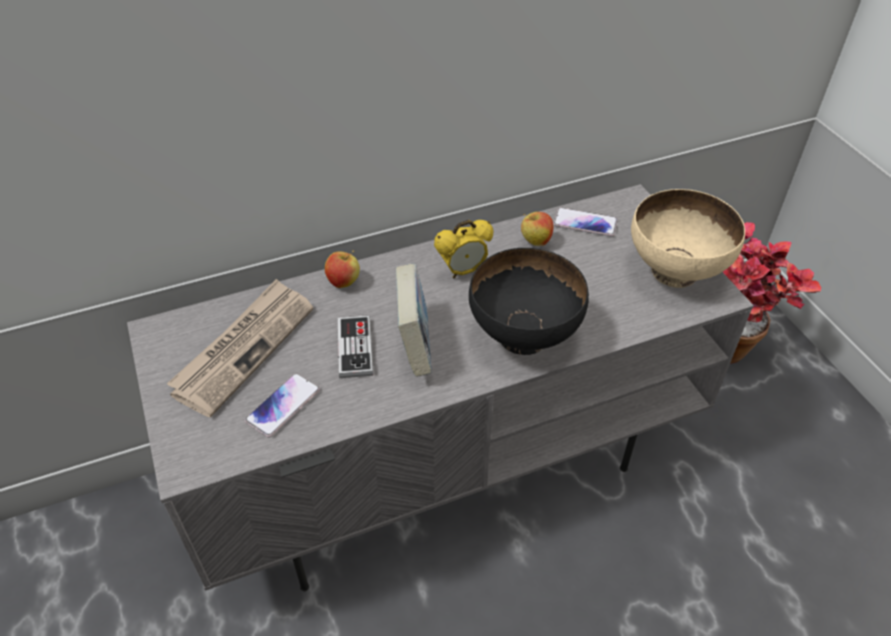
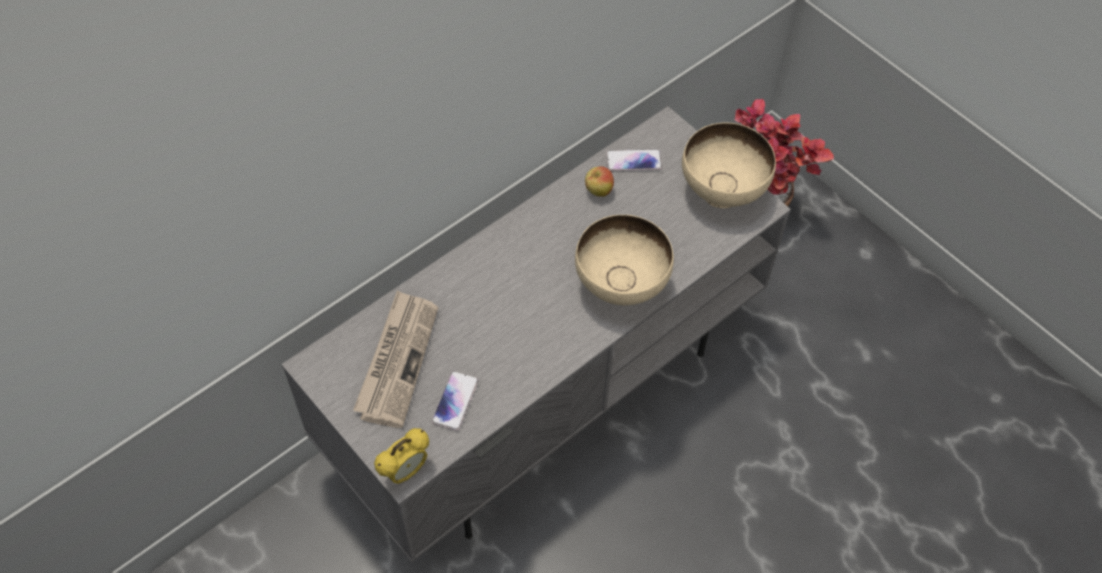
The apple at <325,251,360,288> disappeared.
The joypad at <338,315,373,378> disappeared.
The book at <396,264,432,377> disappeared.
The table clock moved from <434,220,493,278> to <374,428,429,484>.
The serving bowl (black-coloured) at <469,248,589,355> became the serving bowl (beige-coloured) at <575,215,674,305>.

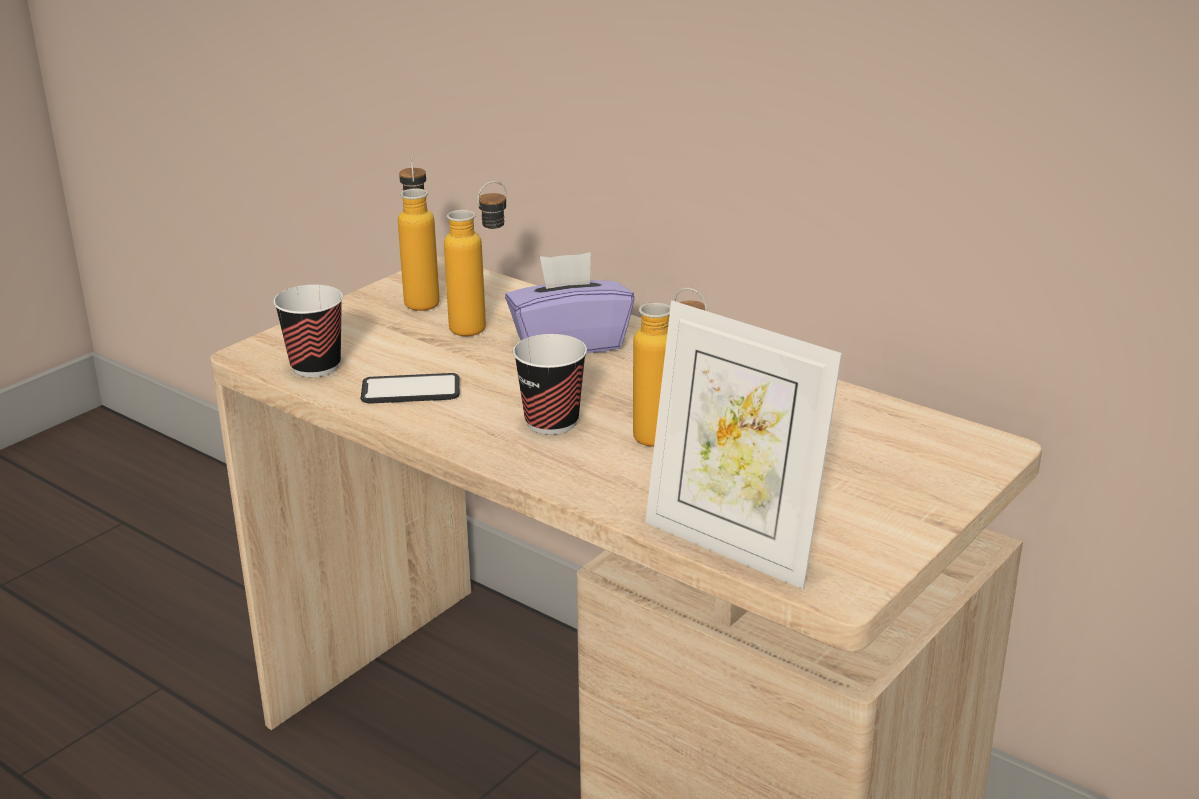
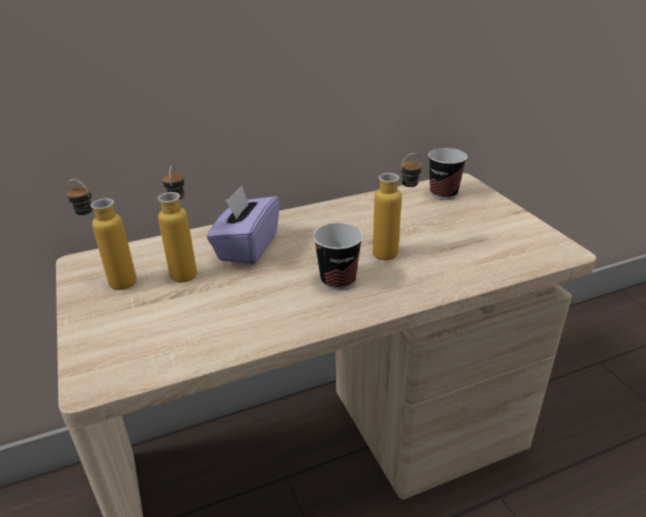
The phone at <361,373,460,404> disappeared.
The photo frame at <645,301,842,589> disappeared.
The drinking cup moved from <273,285,343,377> to <428,148,467,200>.

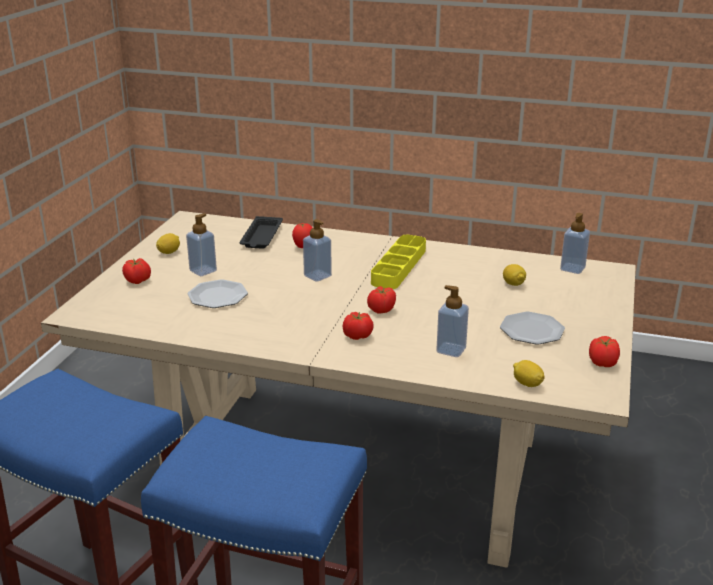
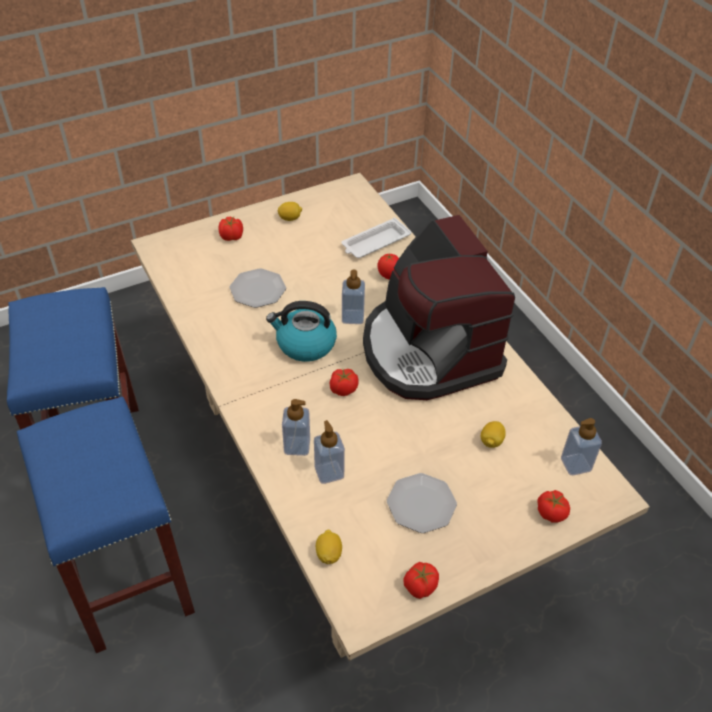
The tea kettle at <266,301,337,362> appeared.
The soap dispenser moved from <186,213,217,276> to <282,399,310,456>.
The whole tomato moved from <343,312,374,340> to <537,490,570,523>.
The carrying tray (yellow-coloured) at <371,235,426,289> was replaced by the coffee maker at <363,215,515,400>.
The carrying tray (black-coloured) at <240,216,283,249> became the carrying tray (white-coloured) at <341,218,411,258>.

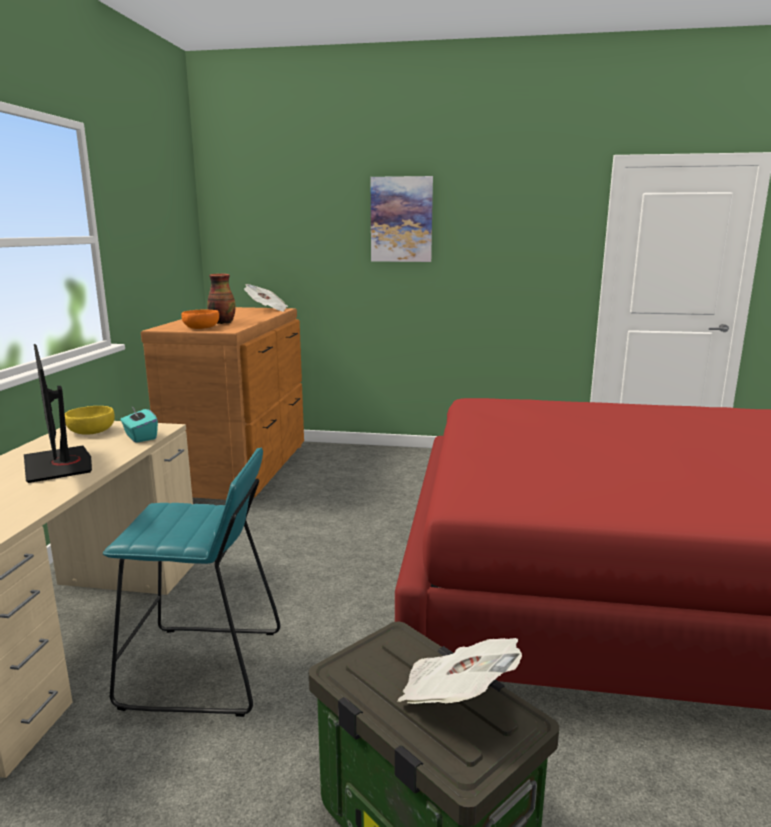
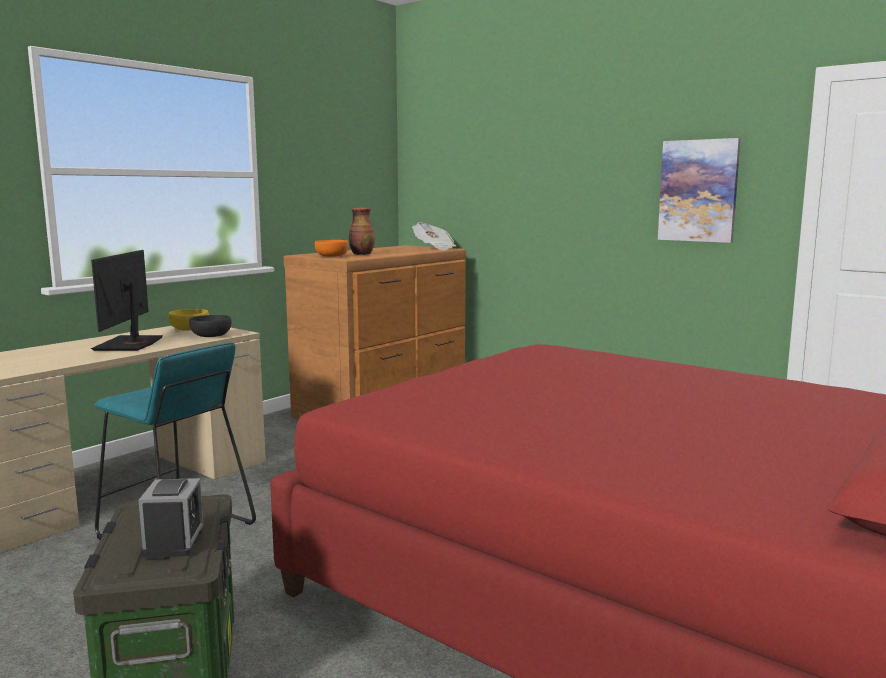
The wall art moved from <371,176,433,262> to <658,138,741,243>.
The tissue holder (blue-green) at <120,407,158,443> was replaced by the serving bowl (black-coloured) at <189,315,231,337>.
The daily paper at <397,638,522,704> was replaced by the table clock at <138,478,204,558>.

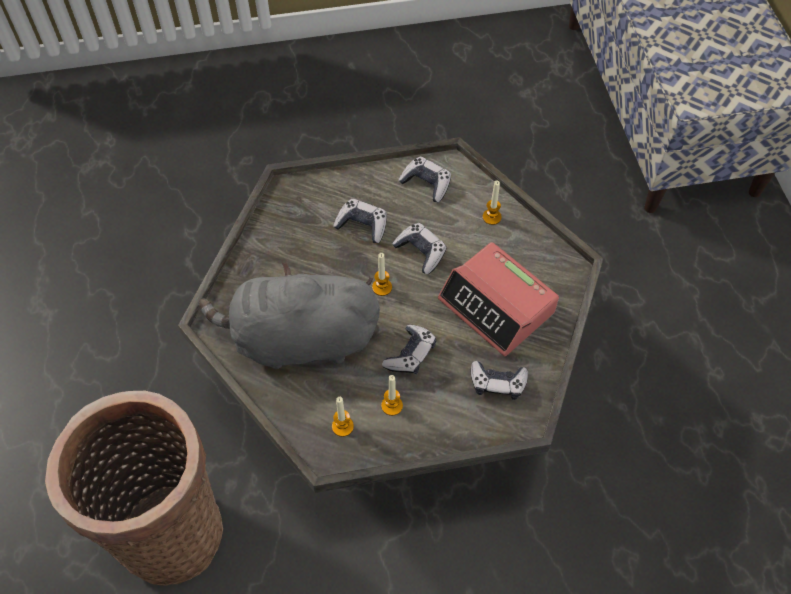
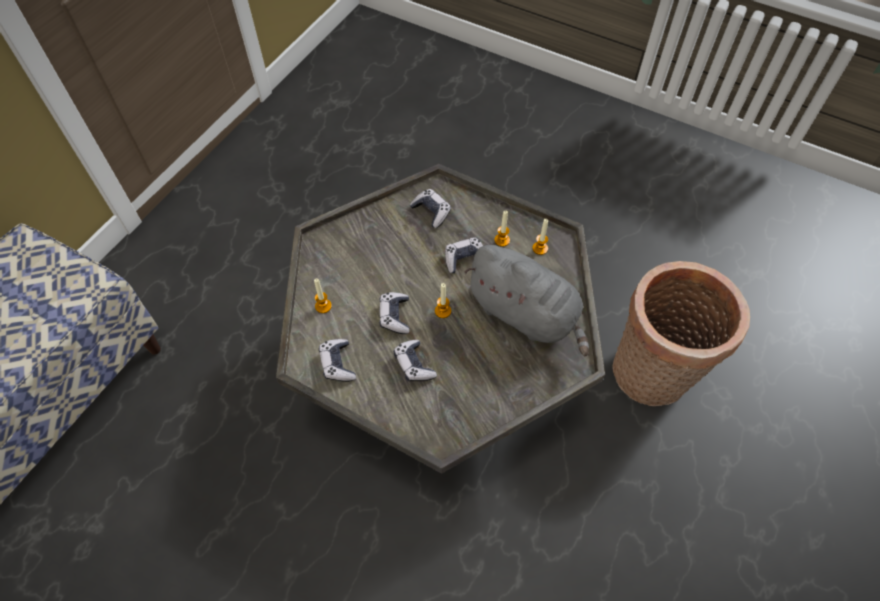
The table clock at <438,242,559,356> disappeared.

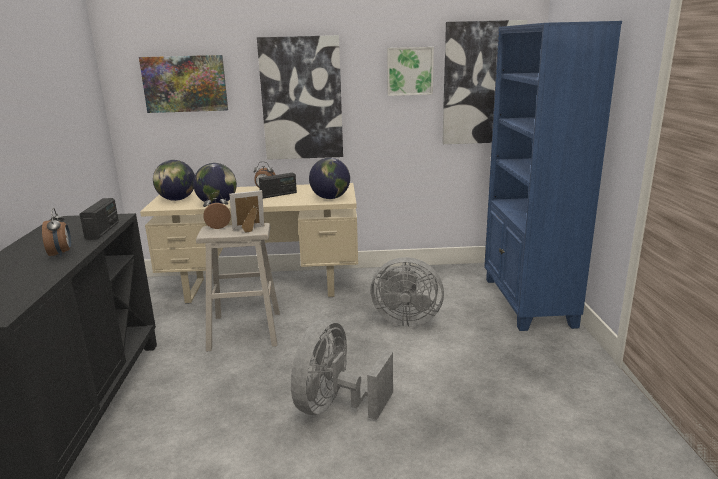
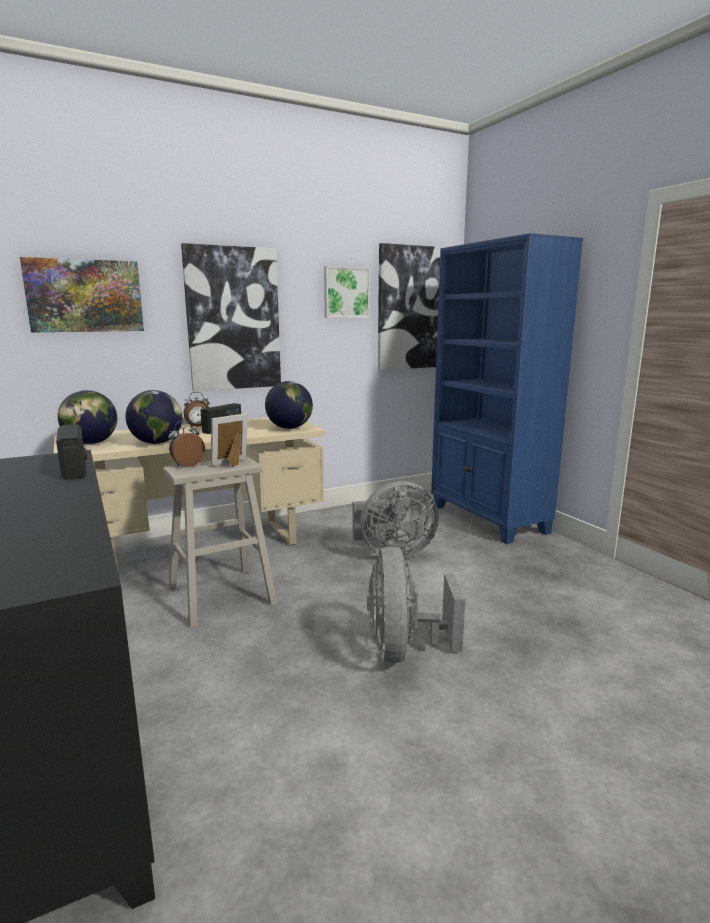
The table clock at <42,208,71,257> disappeared.

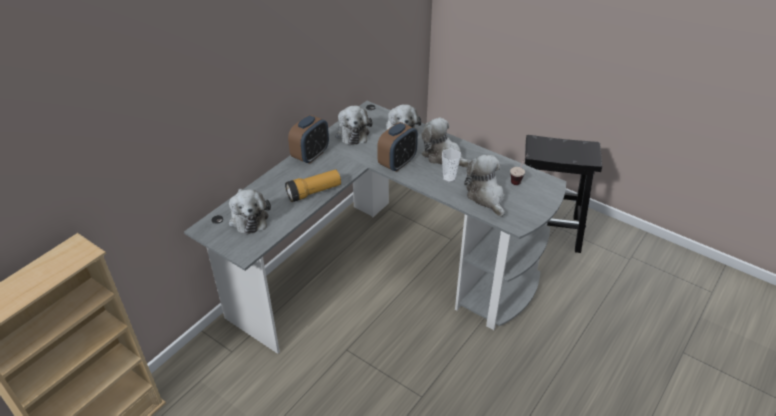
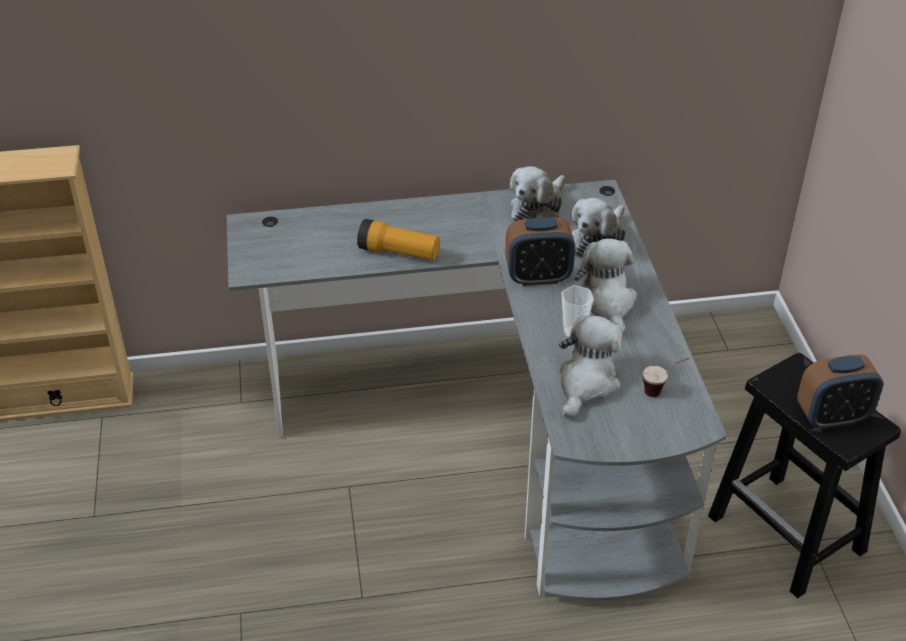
The plush toy at <228,189,271,235> disappeared.
The table clock moved from <288,115,329,164> to <797,355,883,429>.

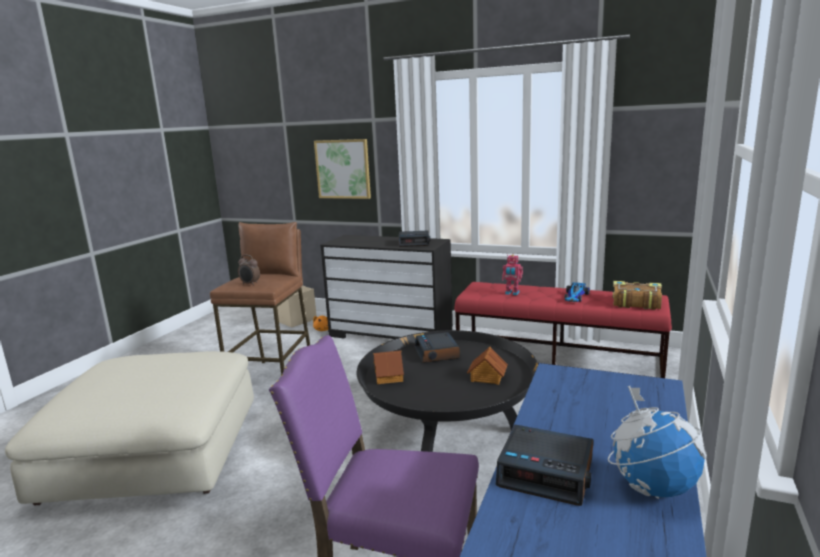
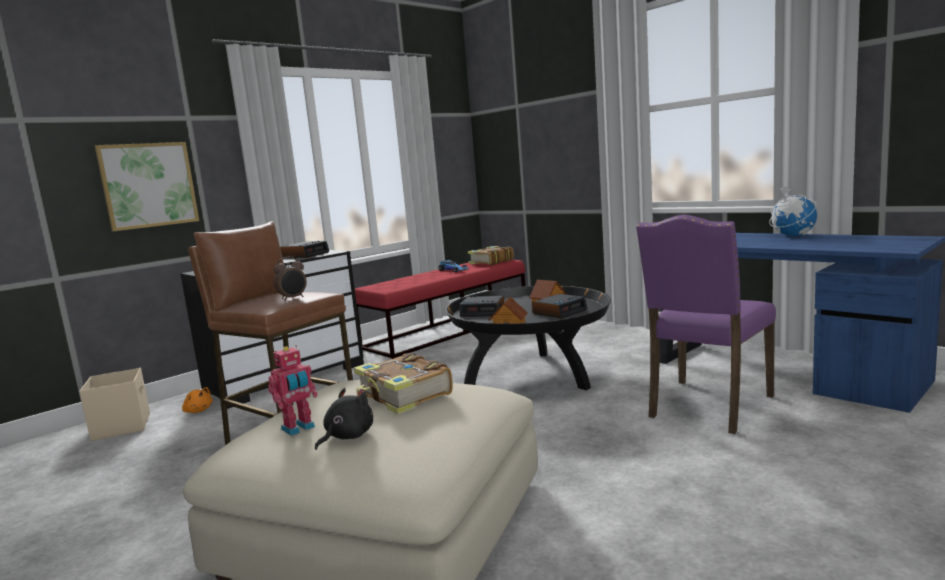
The plush toy (black-coloured) at <315,388,373,450> appeared.
The book at <354,353,453,414> appeared.
The table clock moved from <496,425,593,506> to <532,294,588,318>.
The robot figure moved from <502,254,523,295> to <268,345,318,436>.

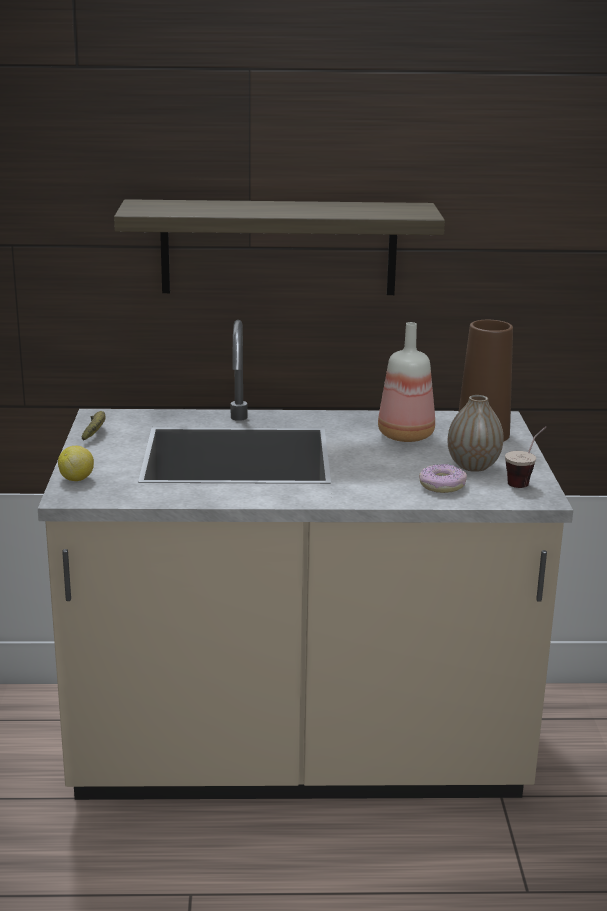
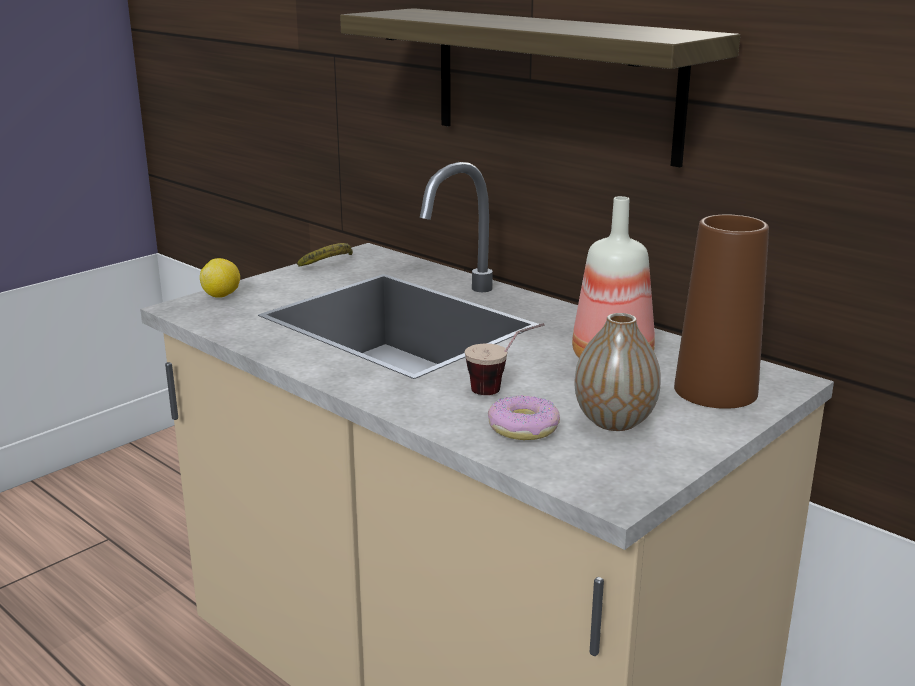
The drinking cup moved from <505,426,546,488> to <465,323,544,395>.

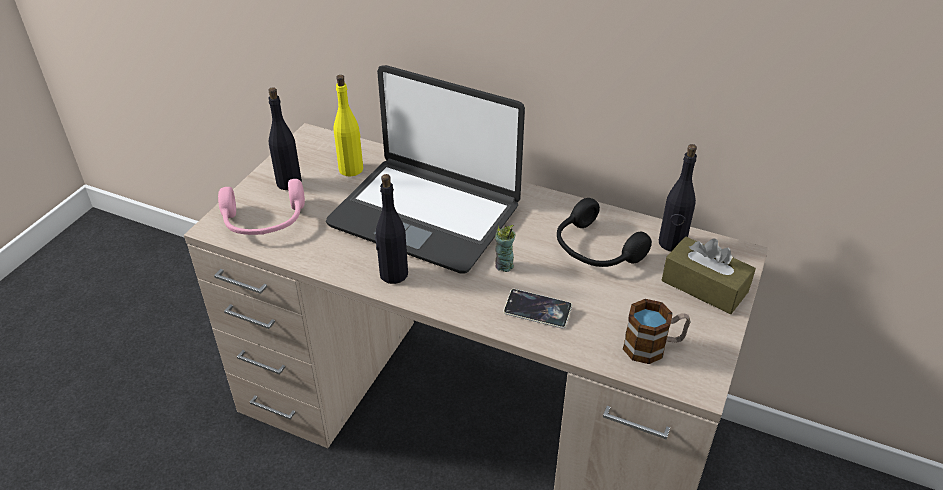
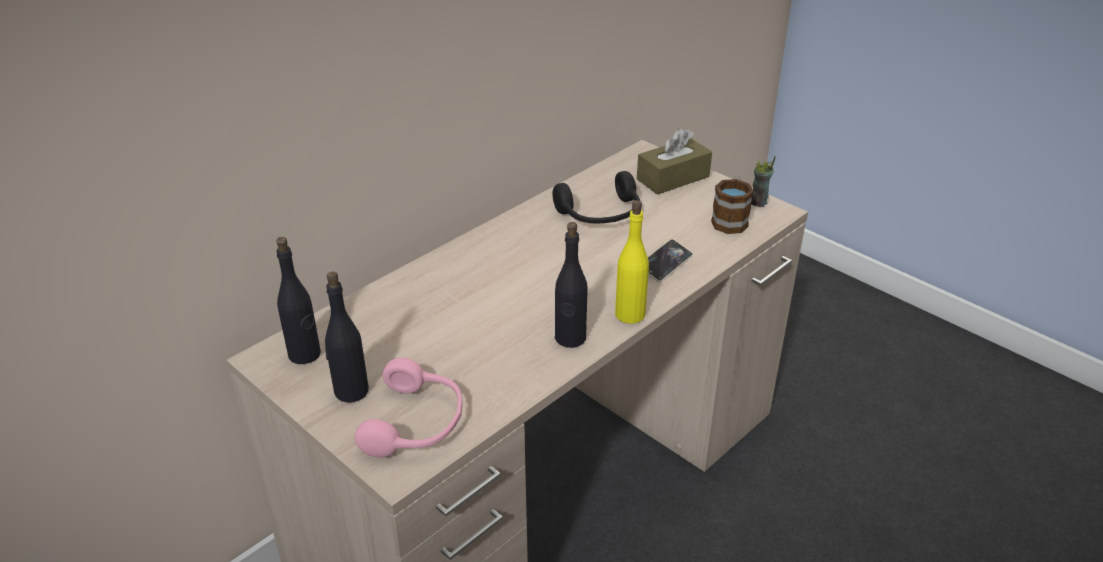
The laptop at <326,65,525,274> disappeared.
The beverage bottle (yellow-coloured) moved from <334,75,363,176> to <615,200,649,324>.
The drinking cup moved from <495,225,515,272> to <751,156,776,207>.
The beverage bottle (black-coloured) moved from <659,144,697,252> to <276,237,321,364>.

